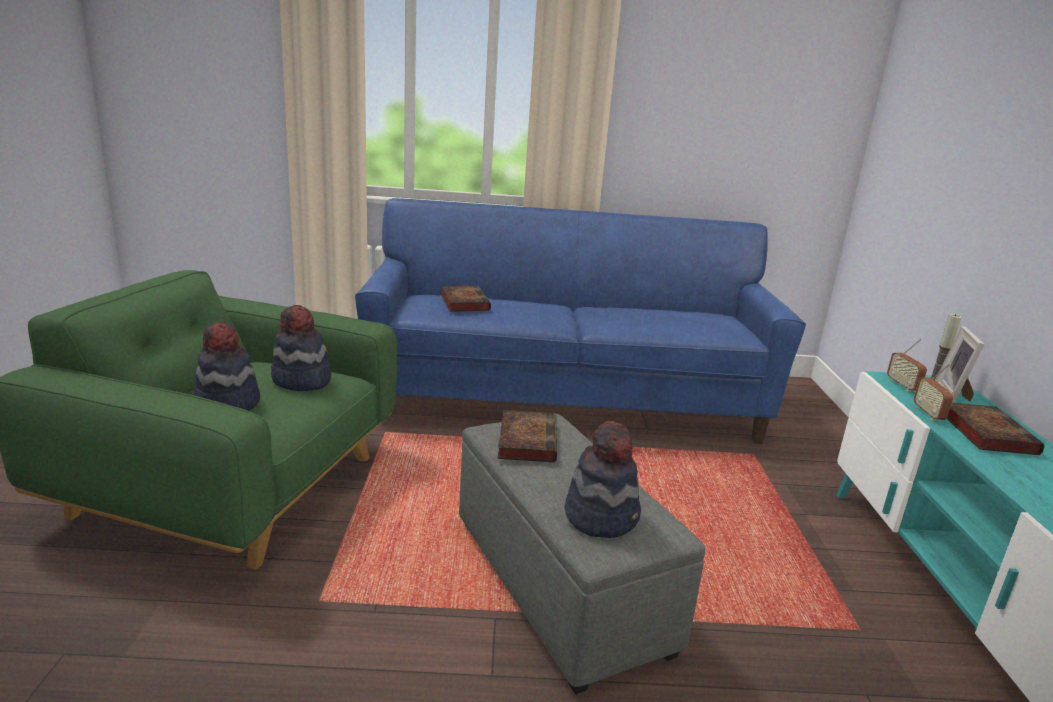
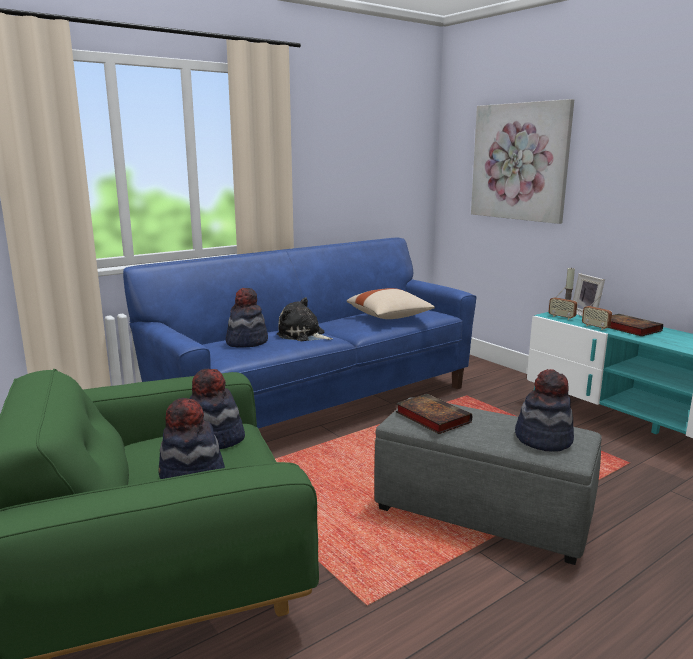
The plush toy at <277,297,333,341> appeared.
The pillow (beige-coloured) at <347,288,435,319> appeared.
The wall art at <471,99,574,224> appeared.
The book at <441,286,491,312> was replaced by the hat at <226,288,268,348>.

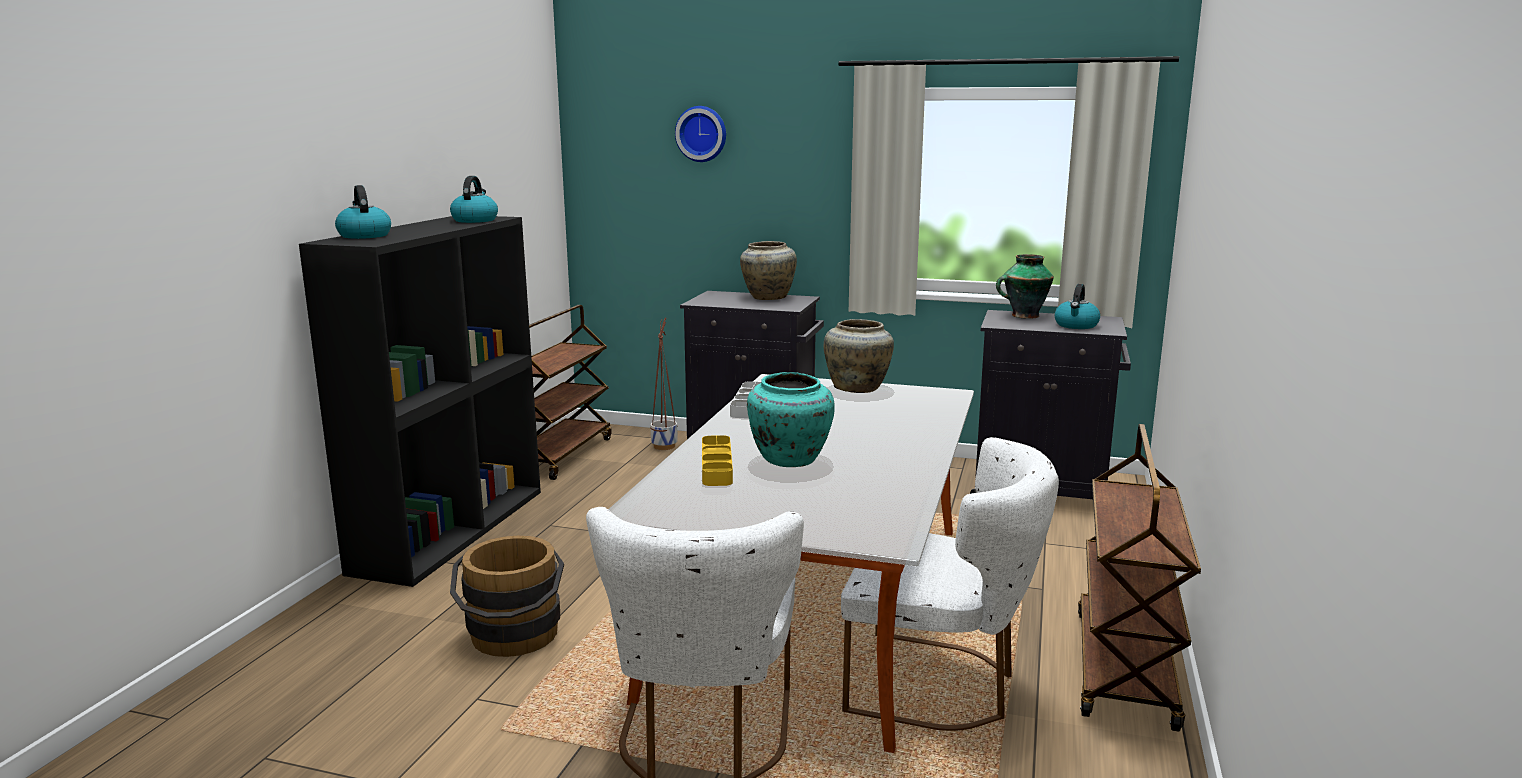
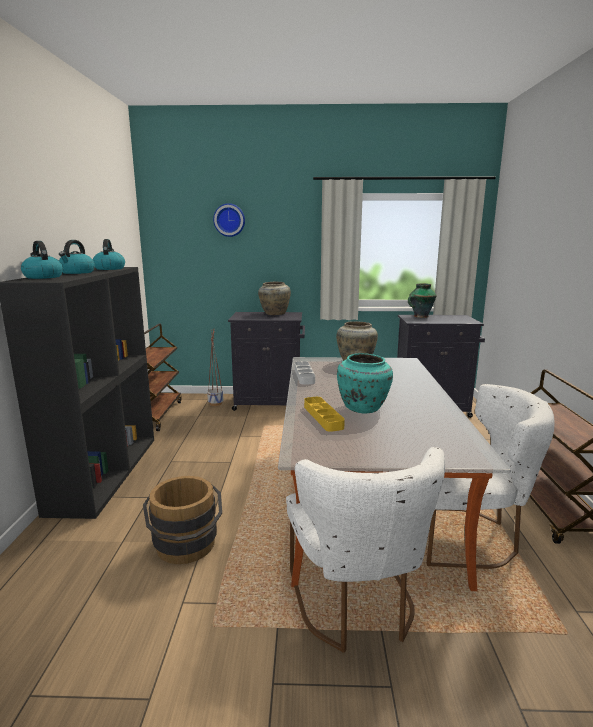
The tea kettle moved from <1055,284,1100,329> to <59,240,95,274>.

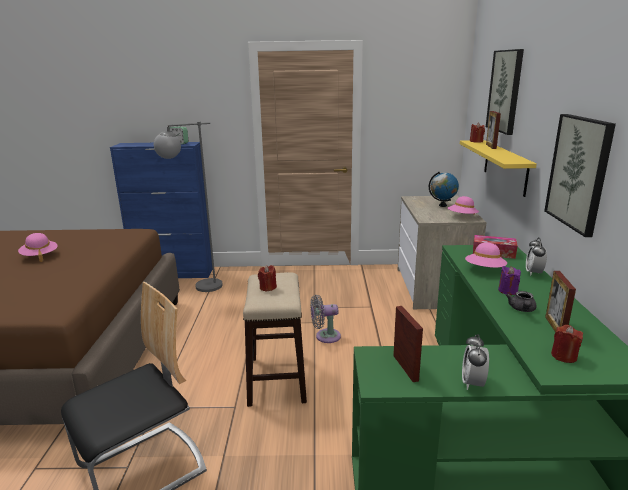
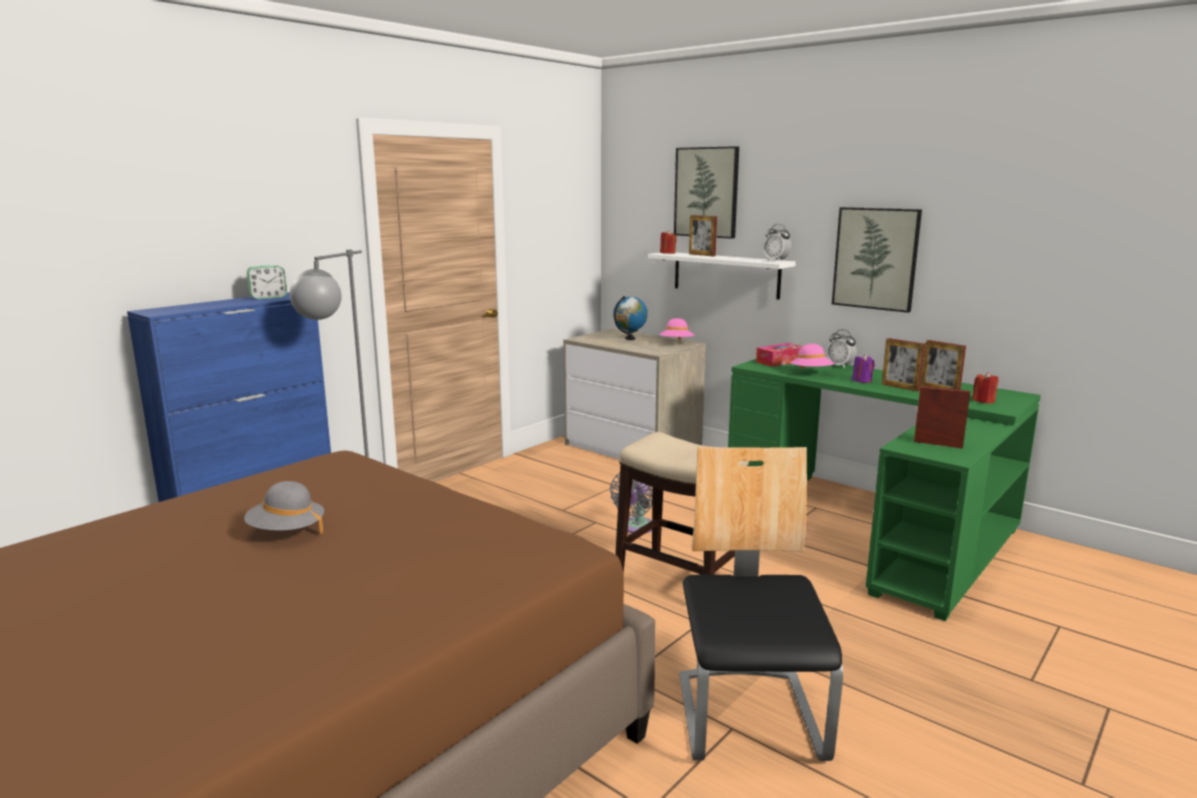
The candle (reddish) at <258,265,277,292> disappeared.
The table clock moved from <462,334,489,390> to <764,224,791,262>.
The teapot (greyish) at <506,291,537,312> was replaced by the photo frame at <882,338,925,392>.
The hat (pink-coloured) at <18,233,58,262> became the hat (greyish) at <244,481,324,534>.
The wall shelf (yellow-coloured) at <460,140,537,197> became the wall shelf (white-coloured) at <648,252,796,299>.

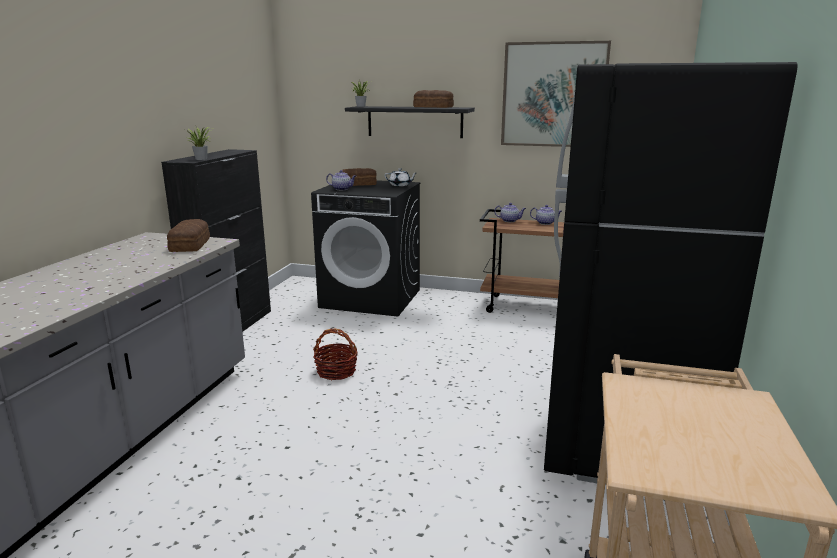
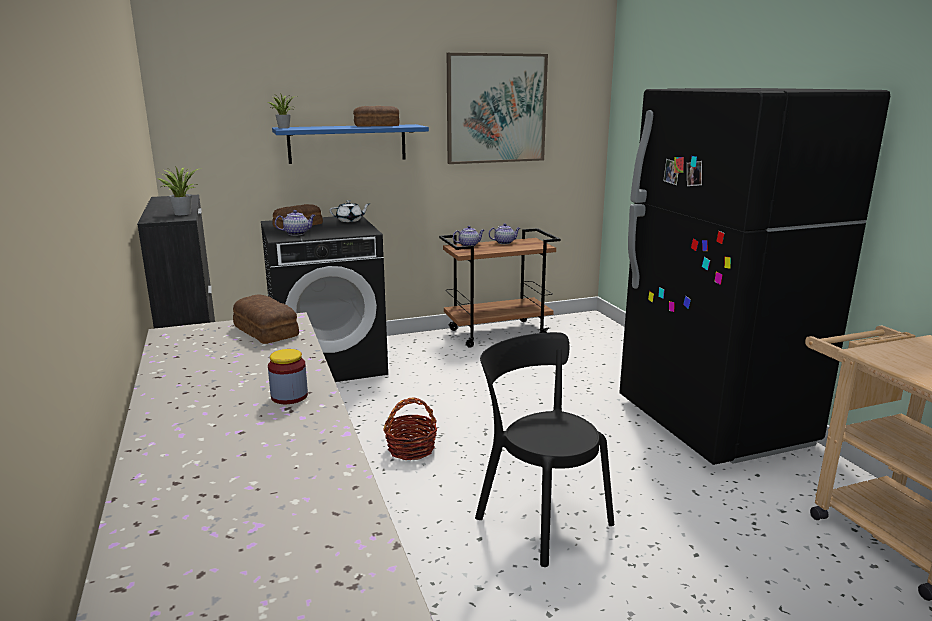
The jar at <268,349,308,404> appeared.
The upright chair (black-coloured) at <475,332,614,567> appeared.
The wall shelf (black-coloured) at <345,106,475,138> became the wall shelf (blue) at <272,124,429,164>.

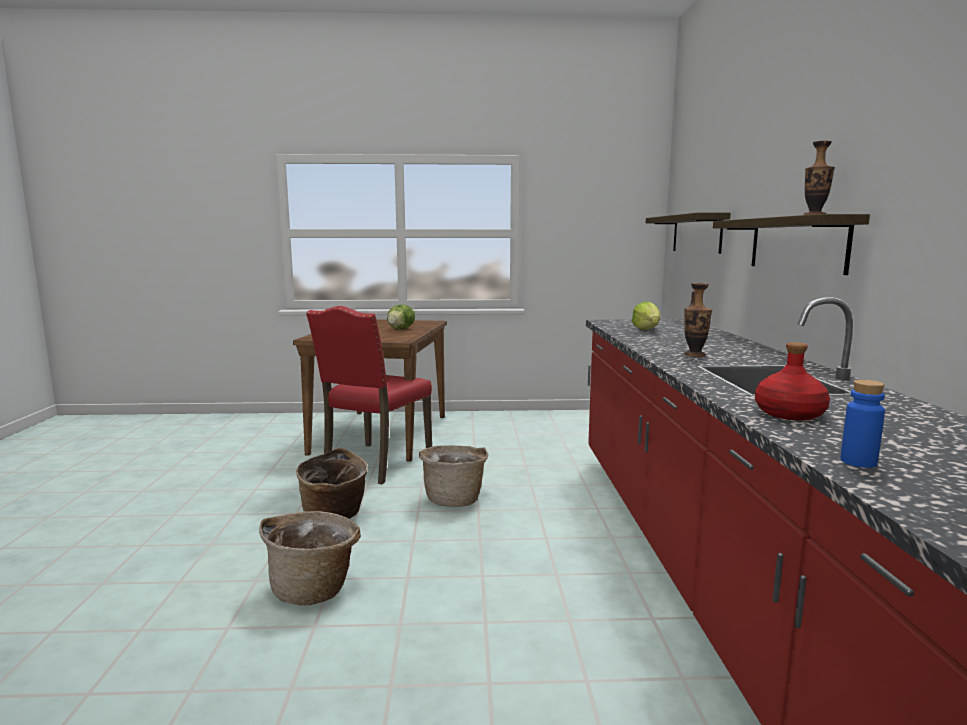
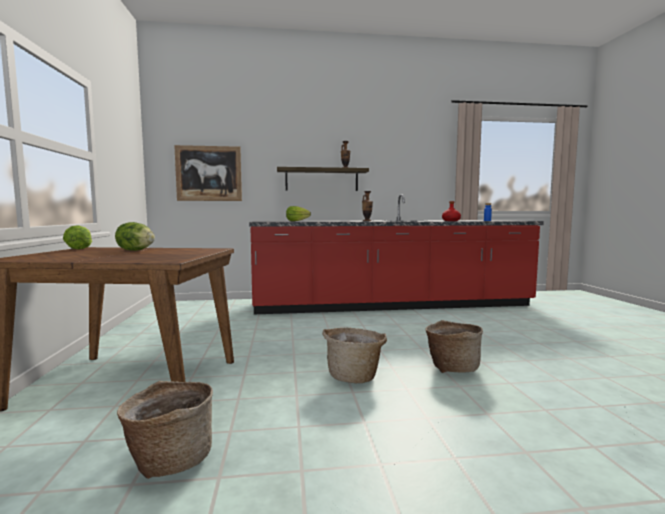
The upright chair (reddish) at <306,306,432,484> disappeared.
The head of lettuce at <63,225,92,249> appeared.
The household basket moved from <419,445,488,507> to <117,381,213,479>.
The wall shelf at <646,213,731,254> was replaced by the wall art at <174,145,242,201>.

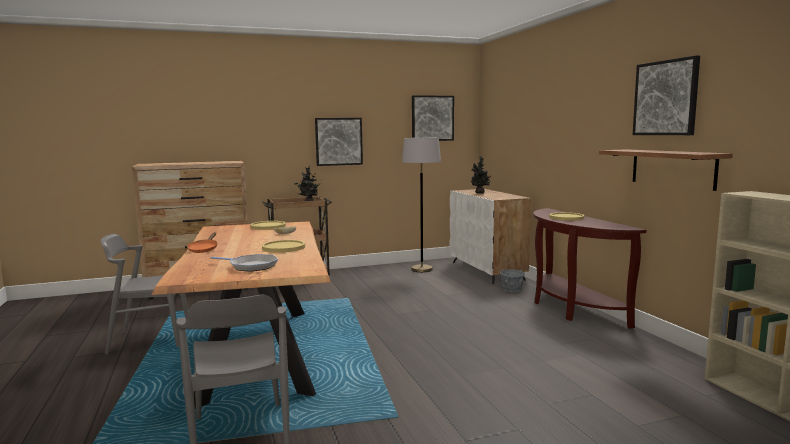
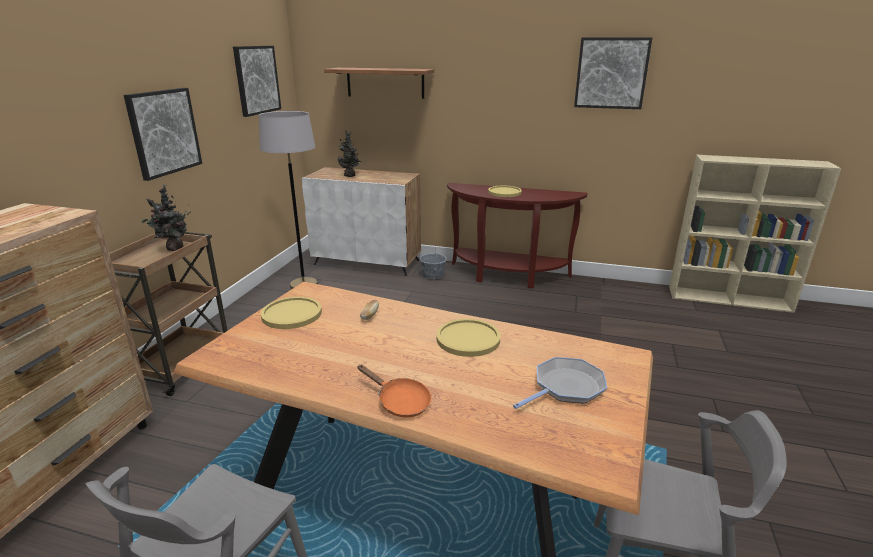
The wall shelf moved from <599,149,733,191> to <324,68,434,99>.

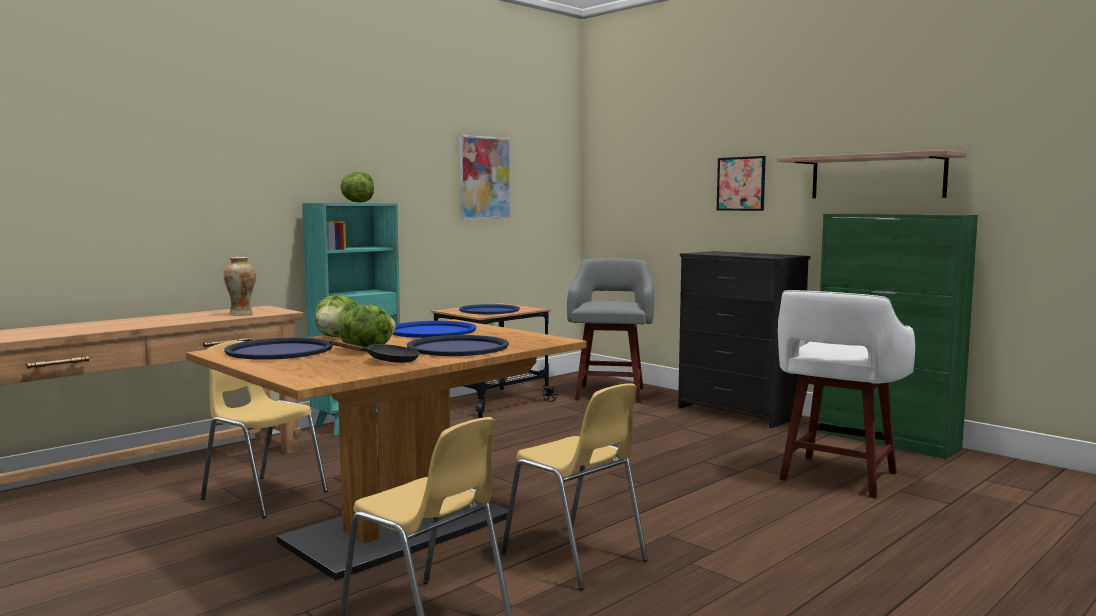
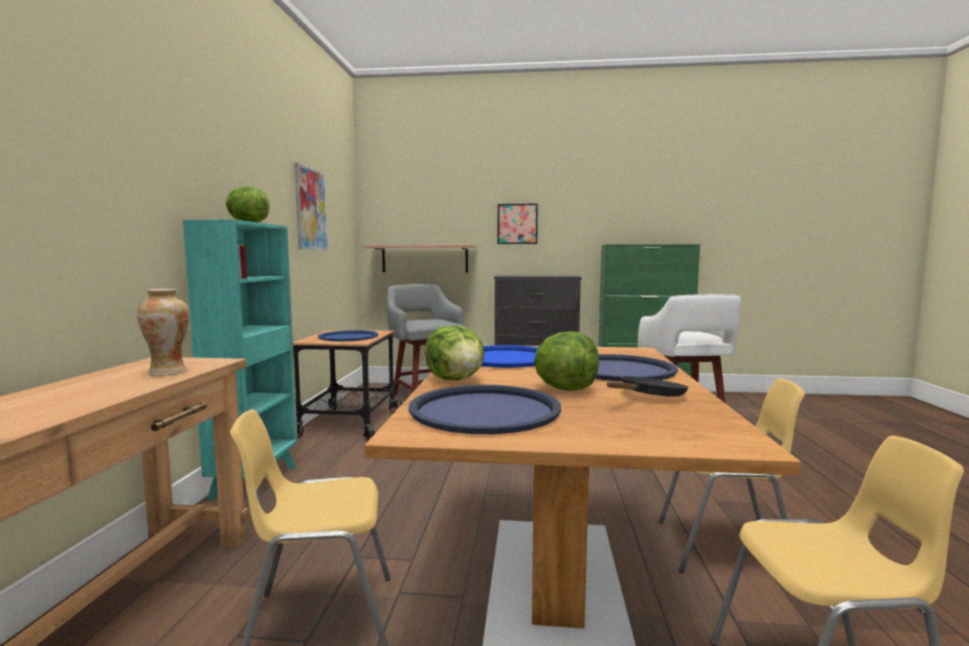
The wall shelf moved from <777,150,967,198> to <362,245,478,273>.

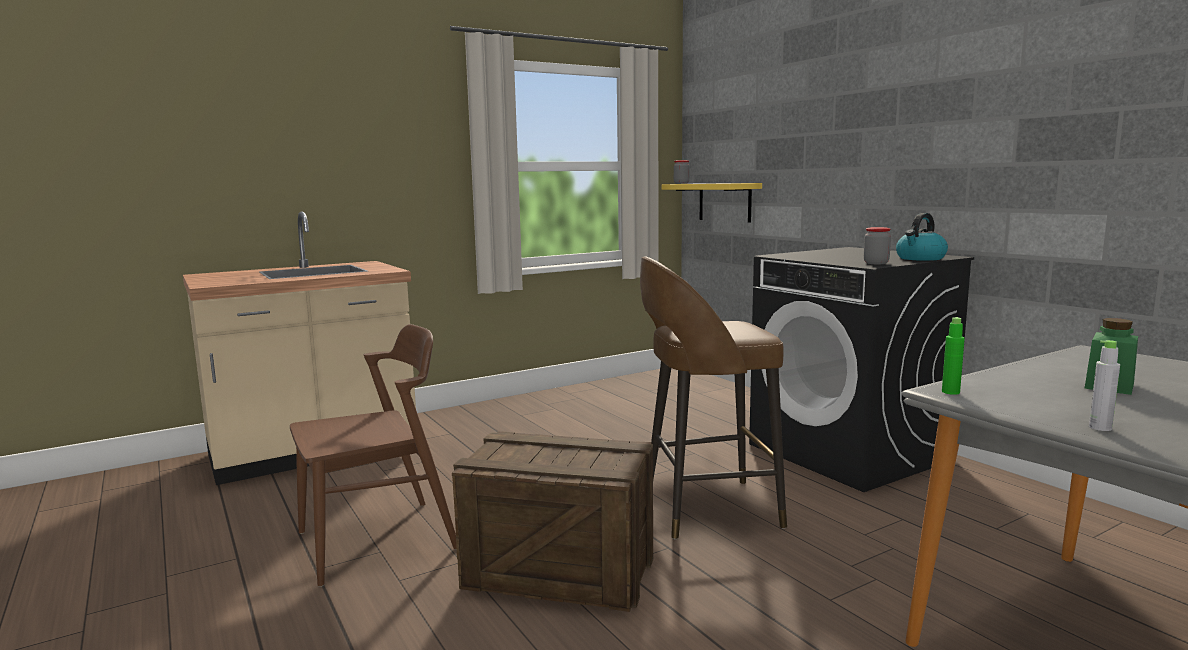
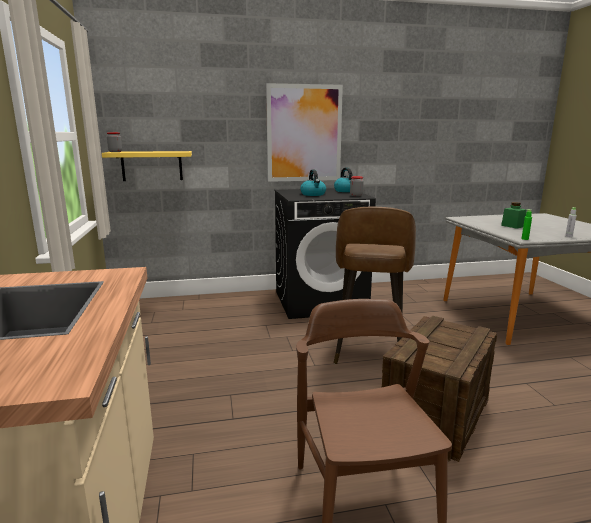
The wall art at <266,83,343,182> appeared.
The tea kettle at <300,170,326,196> appeared.

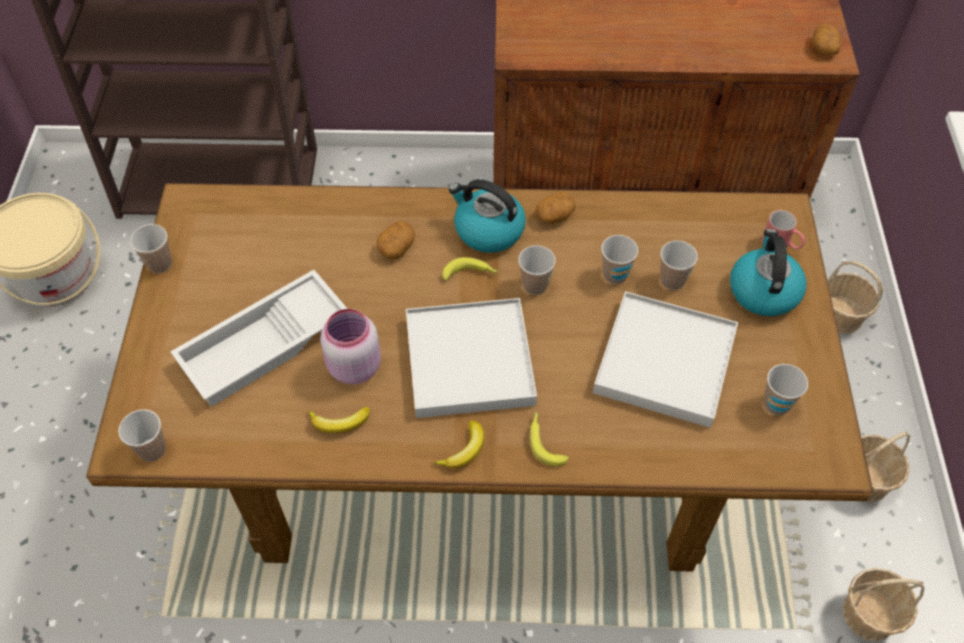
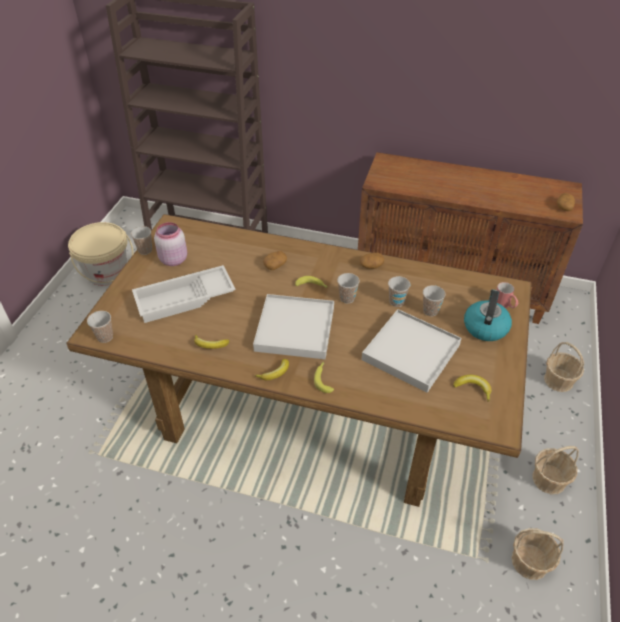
The tea kettle at <449,179,526,253> disappeared.
The jar (pink-coloured) moved from <320,309,381,384> to <154,222,187,266>.
The drinking cup at <763,364,808,415> was replaced by the banana at <453,375,492,402>.

